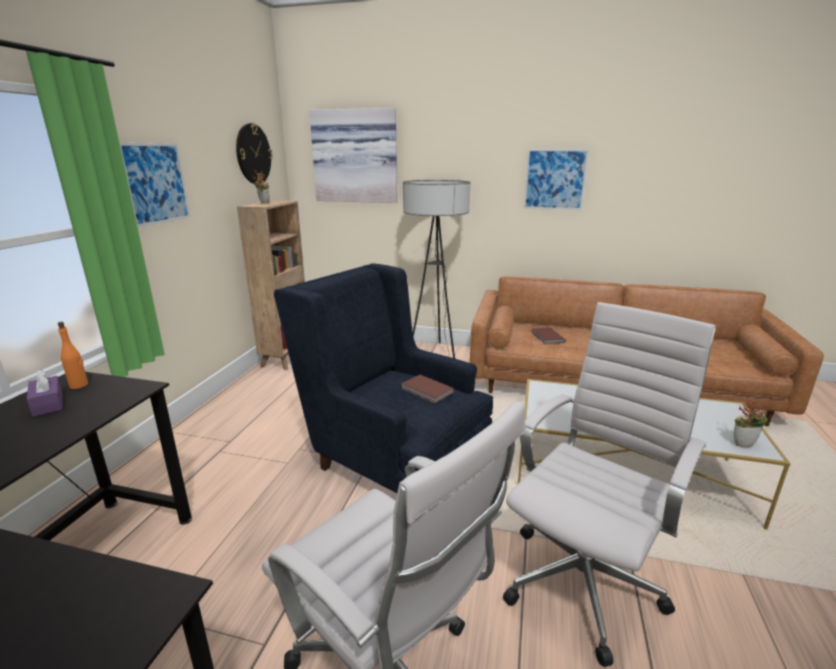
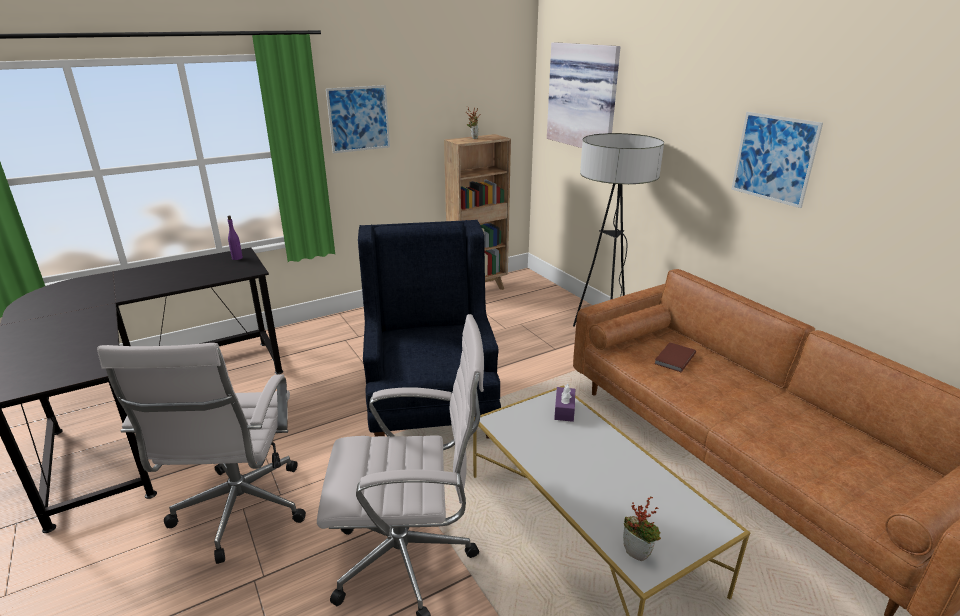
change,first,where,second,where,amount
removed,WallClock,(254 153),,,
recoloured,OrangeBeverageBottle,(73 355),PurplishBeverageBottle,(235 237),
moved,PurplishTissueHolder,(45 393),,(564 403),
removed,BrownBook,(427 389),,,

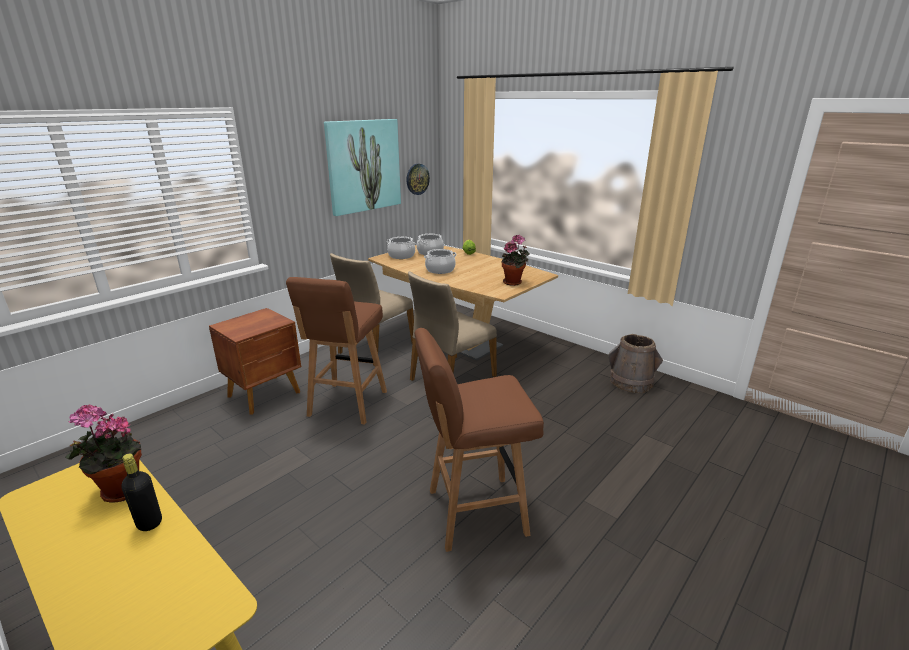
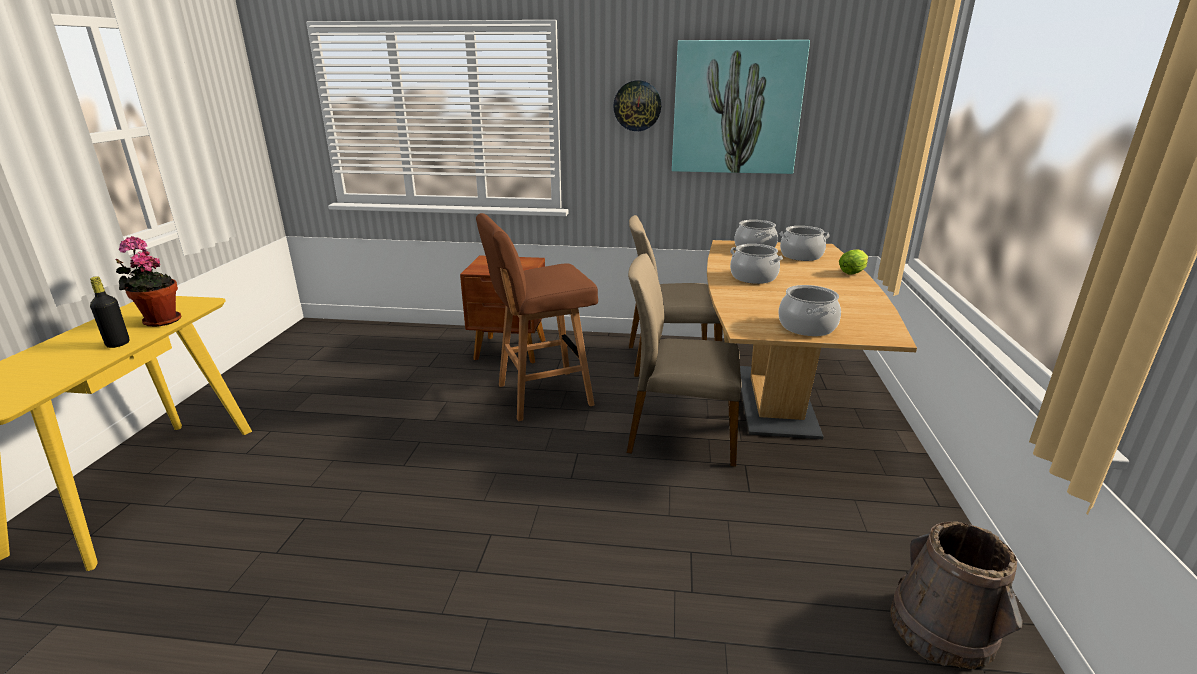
change,first,where,second,where,amount
moved,WallClock,(418 179),,(637 105),
replaced,Houseplant,(516 260),Stockpot,(809 310),
removed,BrownStool,(479 440),,,

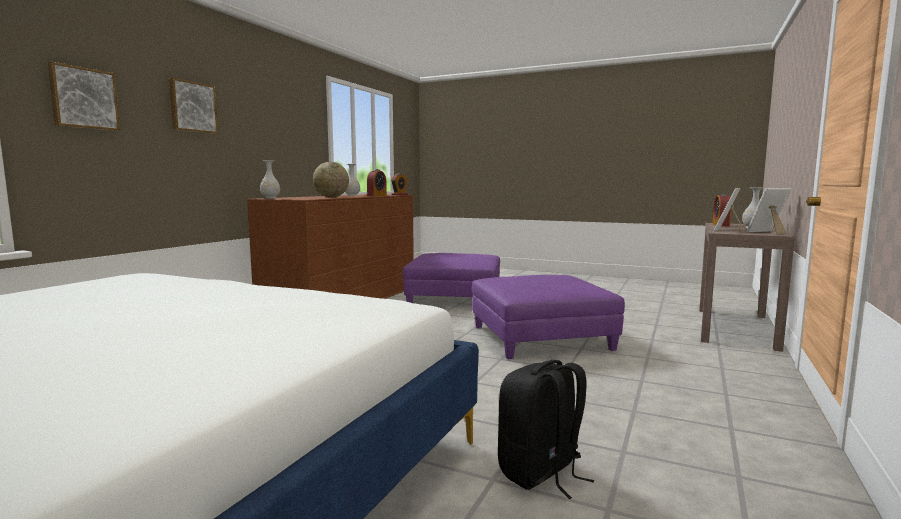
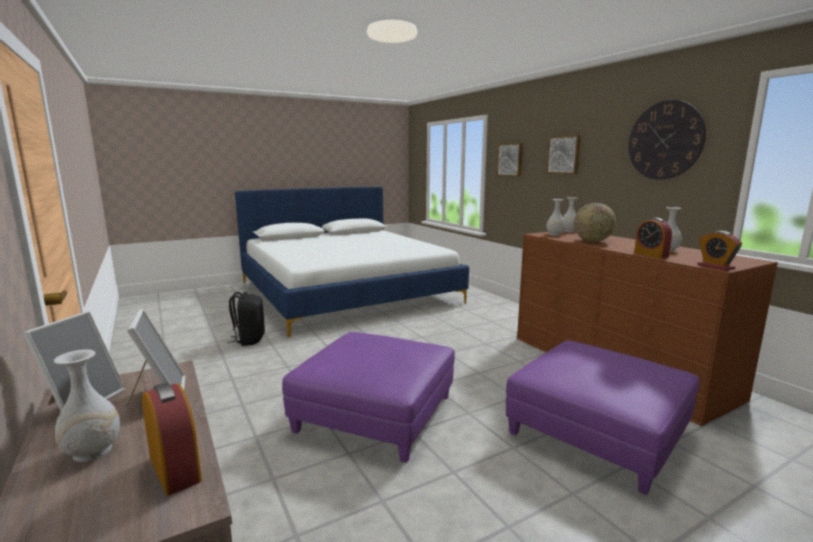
change,first,where,second,where,amount
added,,,WallClock,(667 140),
added,,,WhiteVase,(555 217),

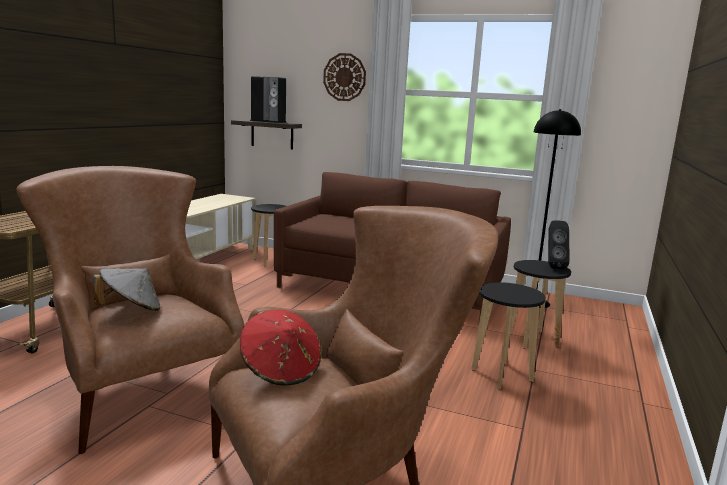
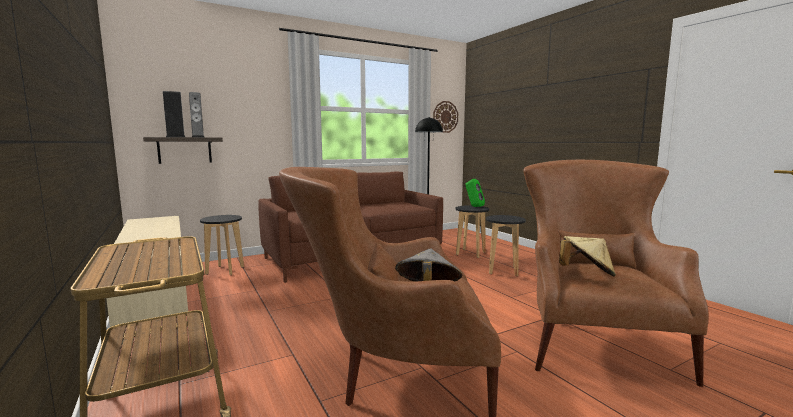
change,first,where,second,where,amount
moved,WallClock,(344 77),,(445 117),
recoloured,BlackishLoudspeaker,(559 245),GreenishLoudspeaker,(475 193),
recoloured,ReddishWearableHat,(280 347),BeigeColouredWearableHat,(587 256),

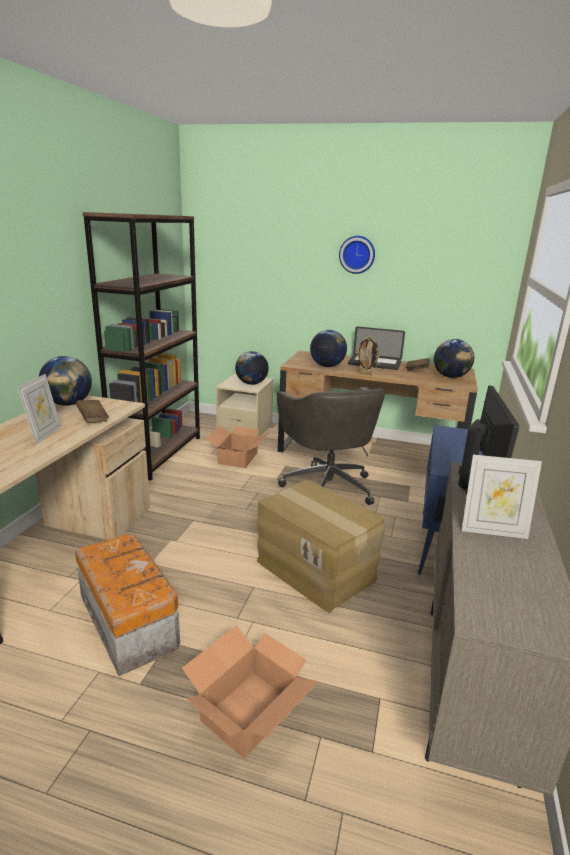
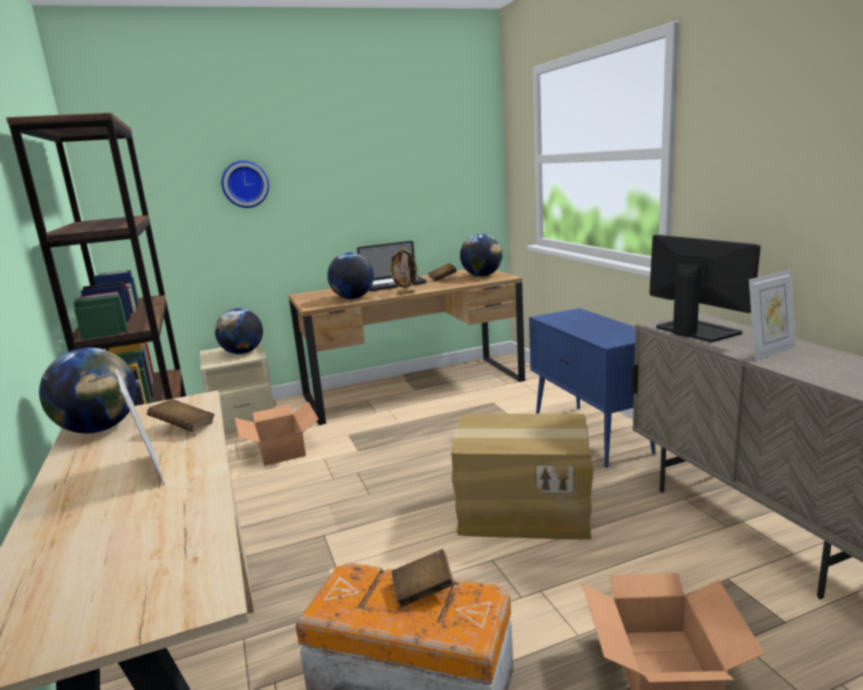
change,first,where,second,where,amount
moved,WallClock,(357 255),,(245 184),
removed,GreyishComputerChair,(331 446),,,
added,,,BrownBook,(422 578),

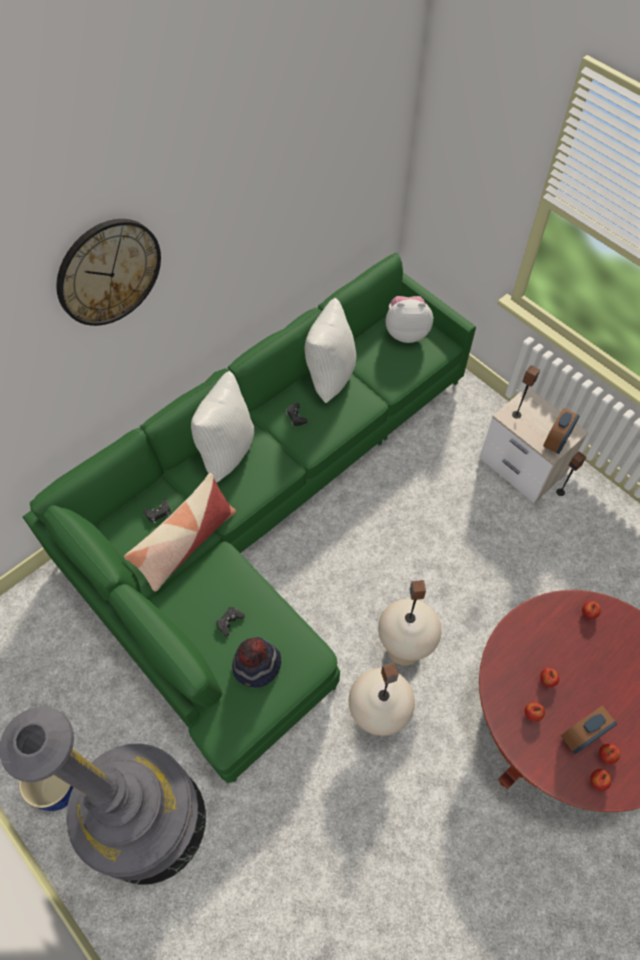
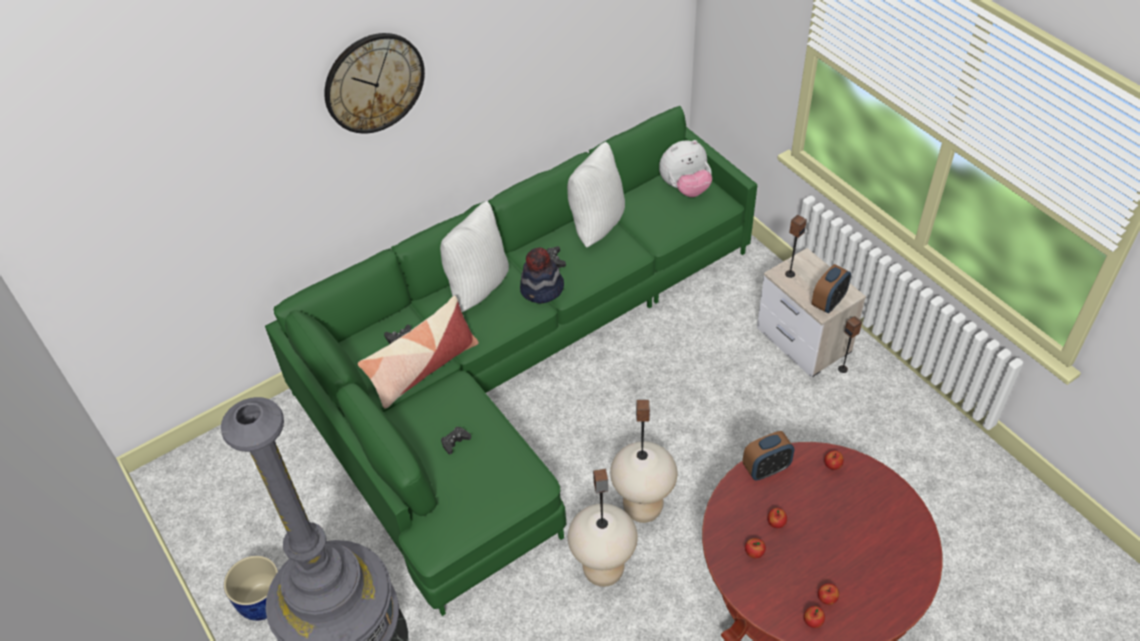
change,first,where,second,where,amount
turned,PlushToy,(409 319),,(685 168),150 degrees clockwise
moved,WearableHat,(256 662),,(542 275),
moved,TableClock,(589 729),,(768 455),

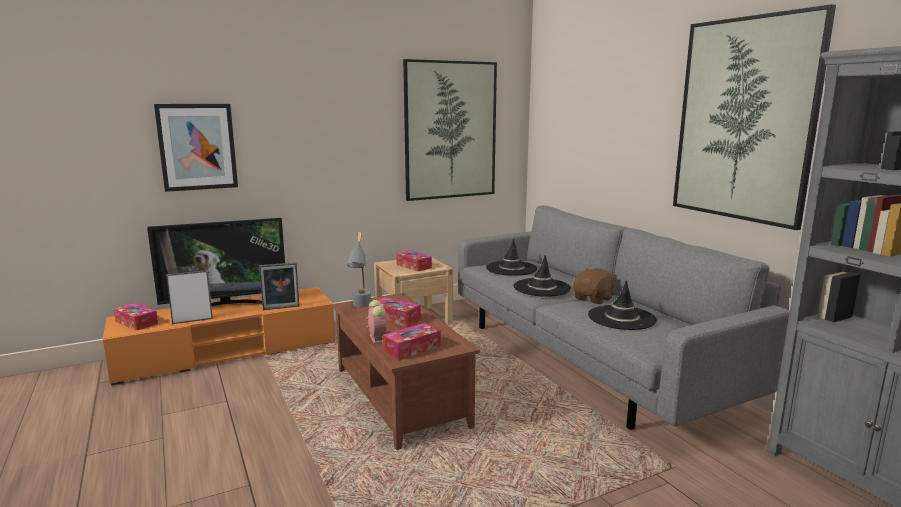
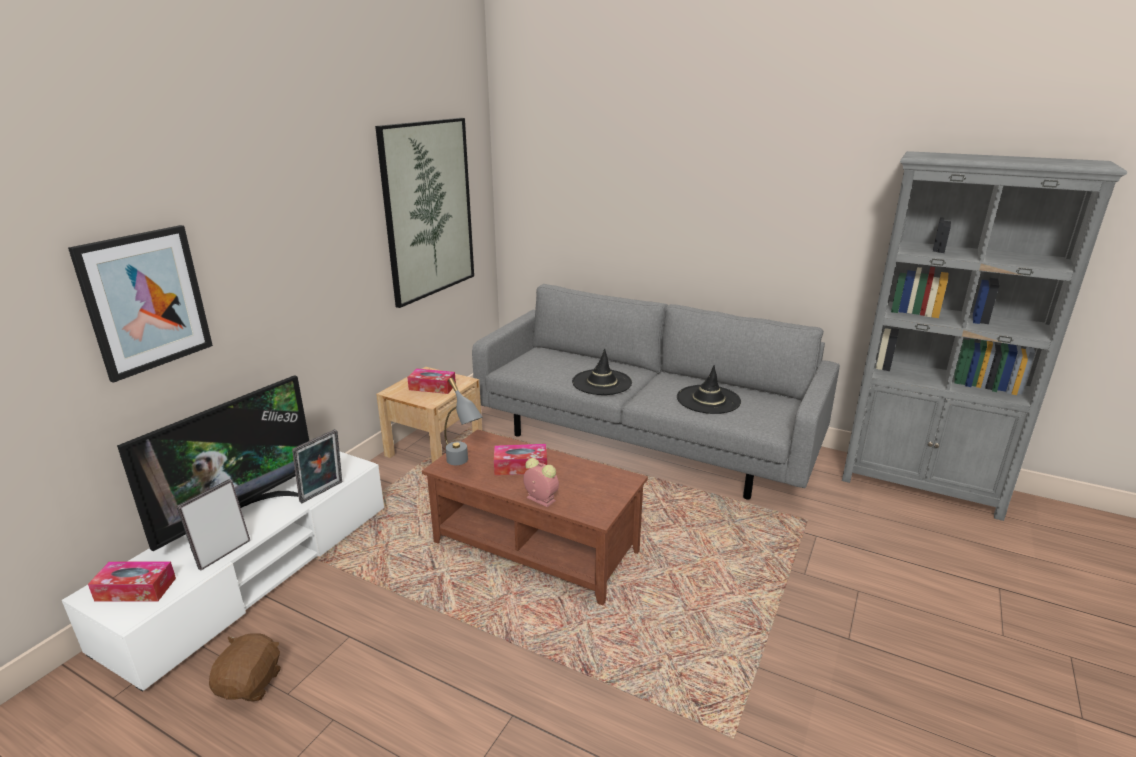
change,first,where,second,where,amount
removed,WallPicture,(754 117),,,
removed,BlackishWearableHat,(511 257),,,
moved,BrownPlushToy,(595 286),,(245 667),
recoloured,OrangeMediaConsole,(219 336),WhiteMediaConsole,(223 571),
removed,TissueHolder,(412 341),,,

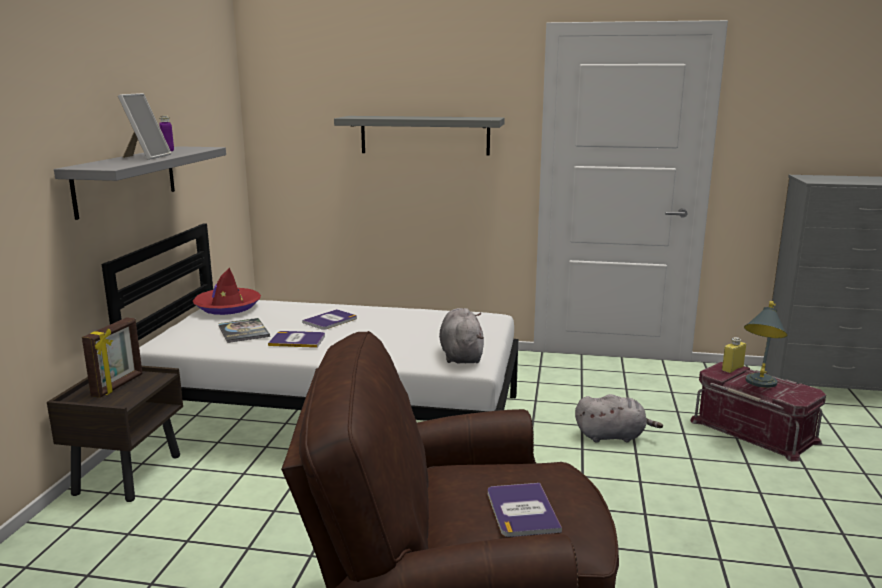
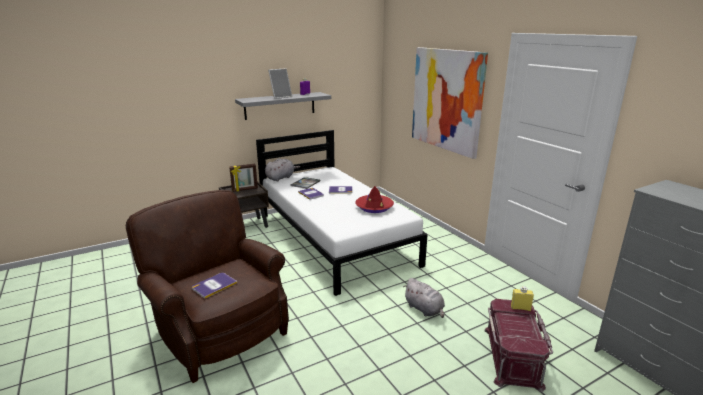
change,first,where,second,where,amount
replaced,GreyishShelf,(419 136),WallPicture,(450 103),
moved,ReddishWearableHat,(227 291),,(374 199),
removed,GreyishLampForATable,(765 344),,,
moved,GreyishPlushToy,(461 335),,(282 169),

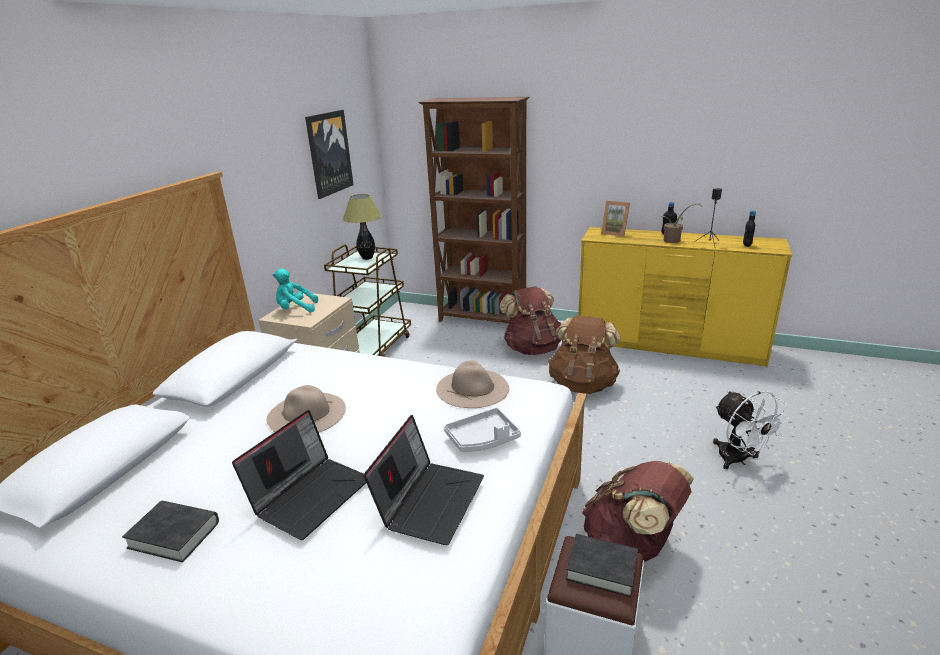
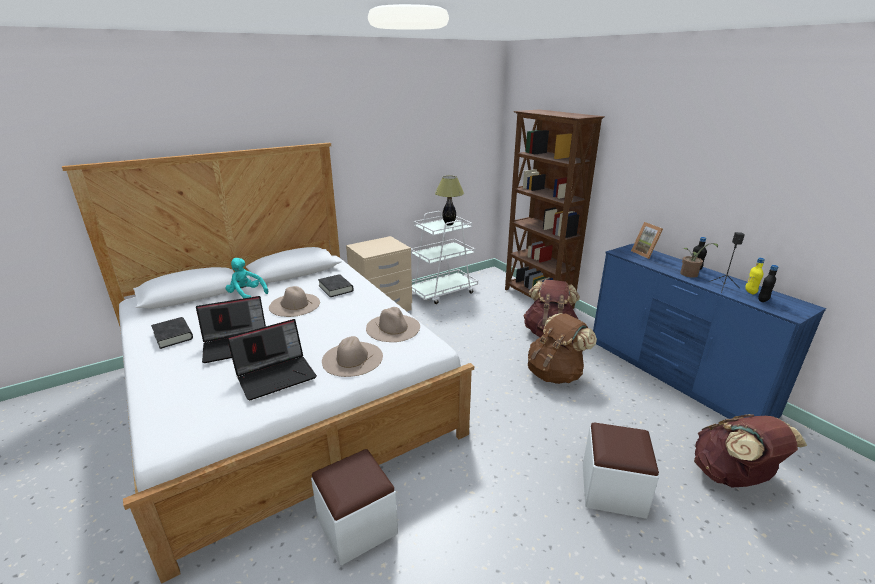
change,first,where,second,where,amount
removed,WallPicture,(329 154),,,
recoloured,YellowColouredDresser,(685 297),BlueColouredDresser,(709 331),
recoloured,BrownTrolley,(367 300),WhiteTrolley,(444 257),
moved,BlueGreenPlushToy,(295 291),,(246 278),
replaced,WhiteFan,(751 430),WhiteFootrest,(621 470),
replaced,GreyishServingTray,(482 430),BeigeColouredWearableHat,(352 356),
moved,BrownKnapsack,(638 511),,(750 450),
moved,BlackishBook,(602 565),,(336 285),
added,,,YellowColouredBeverageBottle,(755 276),

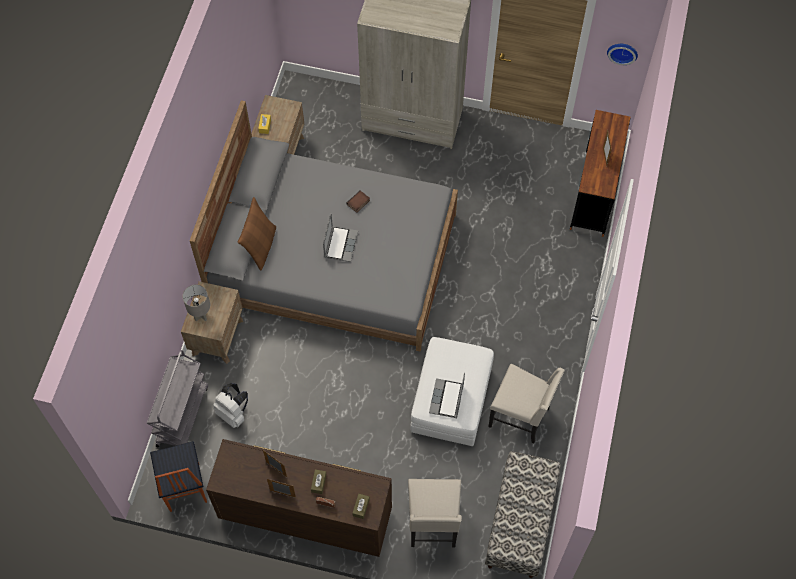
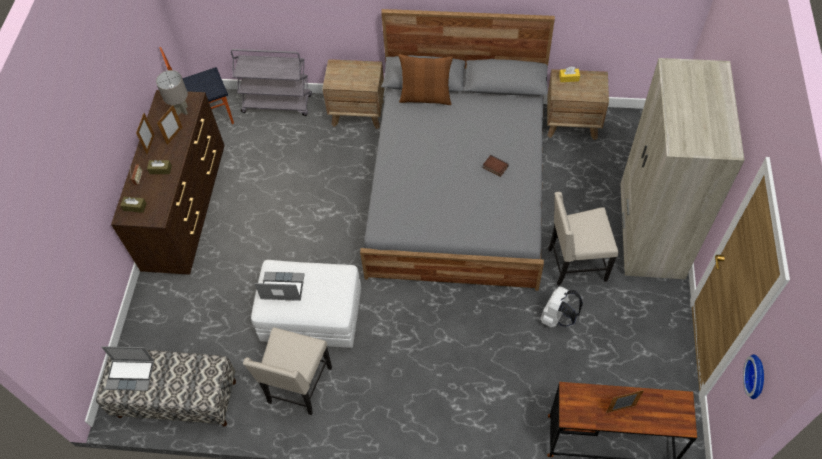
change,first,where,second,where,amount
moved,Laptop,(340 237),,(128 368),
moved,GreyishLampForATable,(196 303),,(172 92),
moved,WhiteKnapsack,(230 405),,(561 307),
moved,BeigeColouredChair,(435 513),,(583 239),

